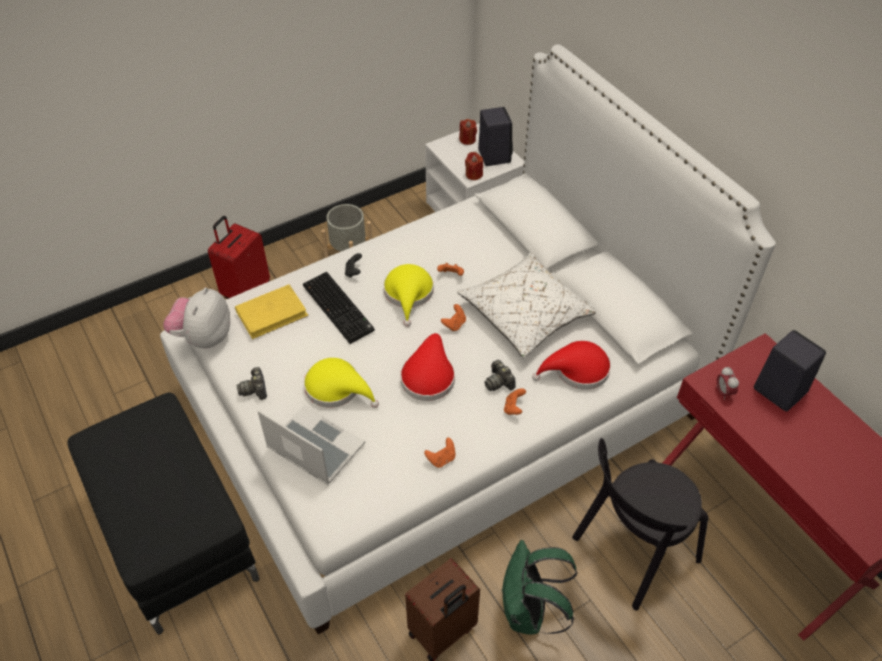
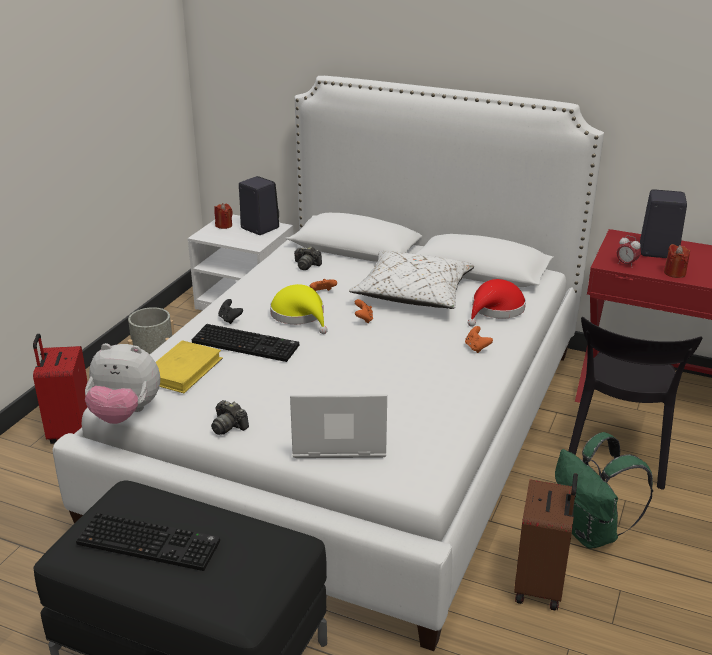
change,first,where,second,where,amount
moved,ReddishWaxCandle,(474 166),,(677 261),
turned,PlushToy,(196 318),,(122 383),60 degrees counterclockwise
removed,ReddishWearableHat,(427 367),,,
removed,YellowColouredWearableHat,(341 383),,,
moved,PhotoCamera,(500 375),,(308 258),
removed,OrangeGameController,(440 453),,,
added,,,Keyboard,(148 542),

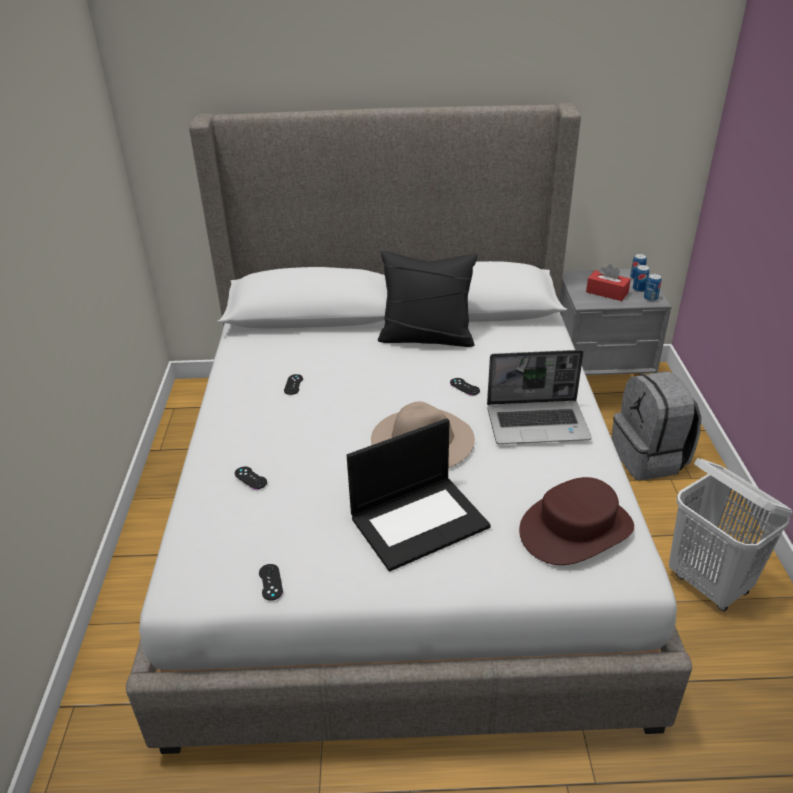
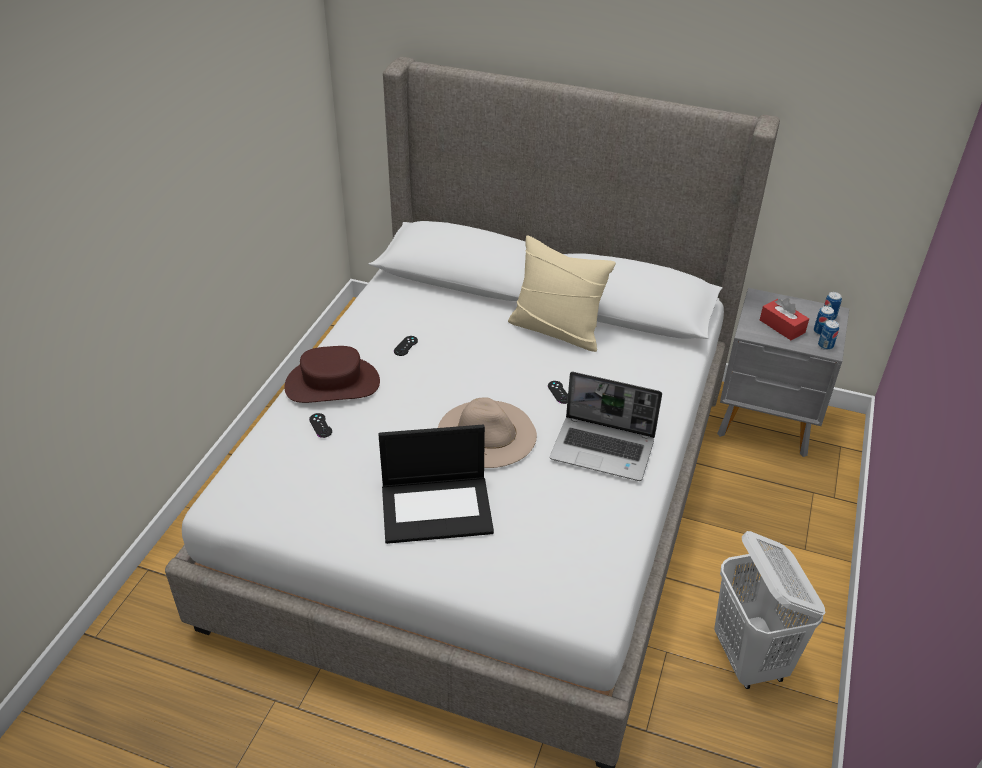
change,first,where,second,where,amount
recoloured,BlackishPillow,(427 299),BeigeColouredPillow,(562 294),
removed,GreyishKnapsack,(657 425),,,
moved,BrownWearableHat,(576 521),,(332 374),
removed,BlackishGameController,(271 582),,,

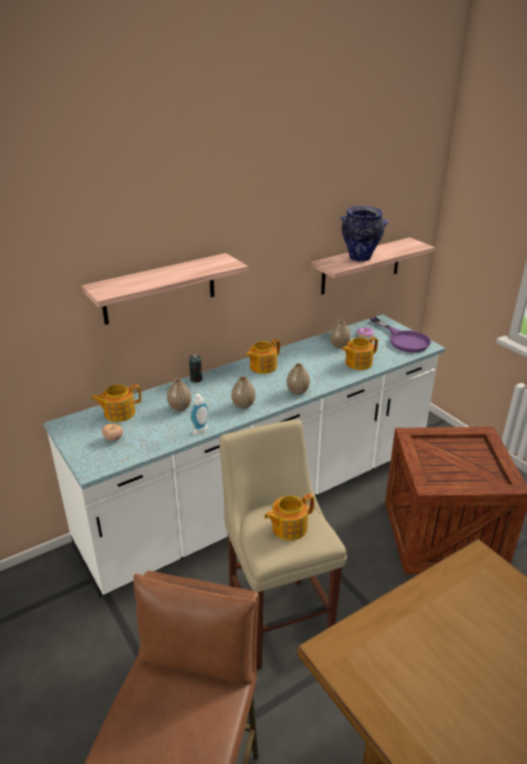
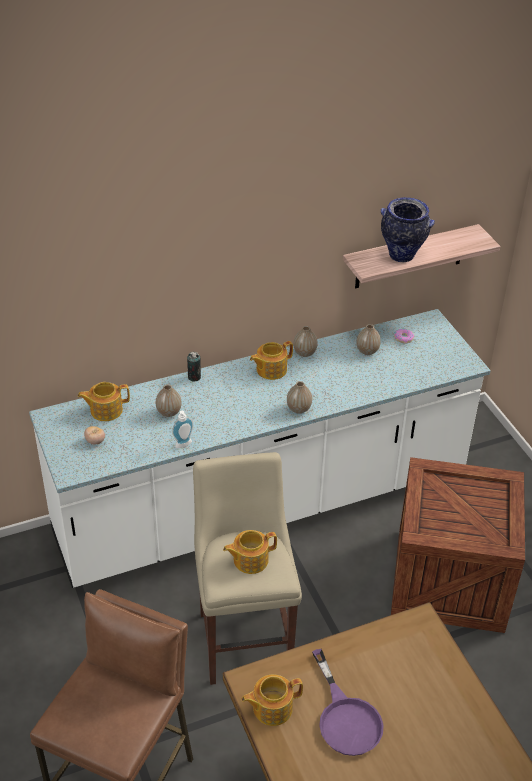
change,first,where,second,where,amount
removed,Shelf,(164 289),,,
moved,PurplishPan,(400 335),,(348 702),
moved,PotForTea,(360 353),,(272 700),
moved,Vase,(243 392),,(305 341),

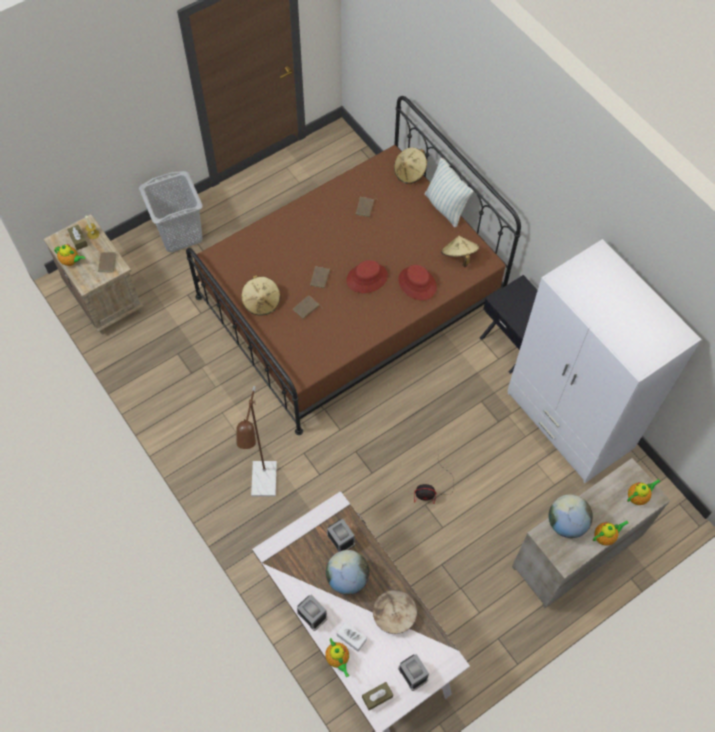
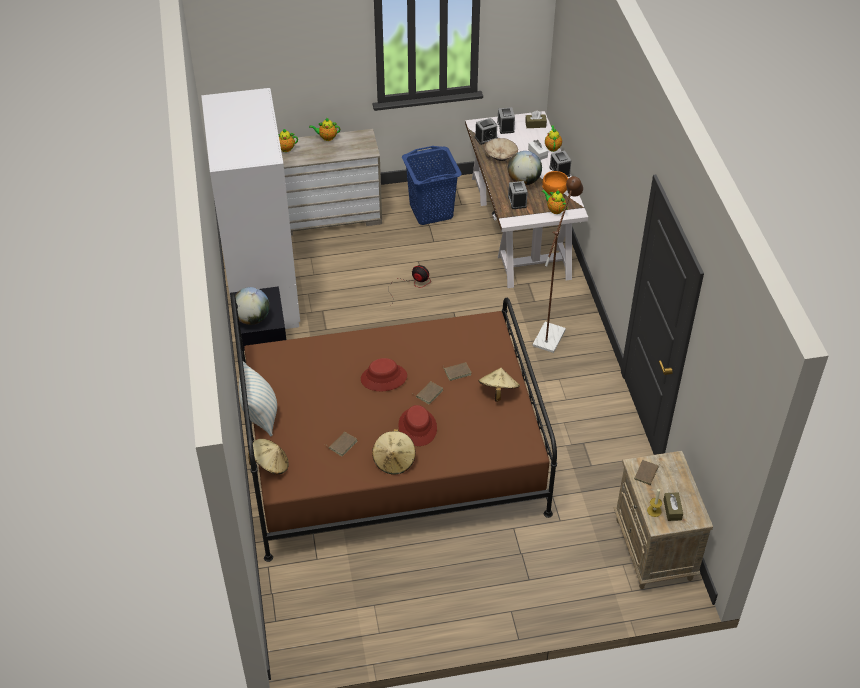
change,first,where,second,where,amount
removed,GreyishLaundryBasket,(171 212),,,
moved,BeigeColouredWearableHat,(460 251),,(393 451),
moved,PotForTea,(69 255),,(554 202),
moved,ReddishWearableHat,(418 282),,(417 425),
moved,Globe,(571 516),,(252 306),
added,,,TableClock,(486 131),
added,,,BlueColouredLaundryBasket,(432 185),
added,,,OrangeDeepDish,(555 183),

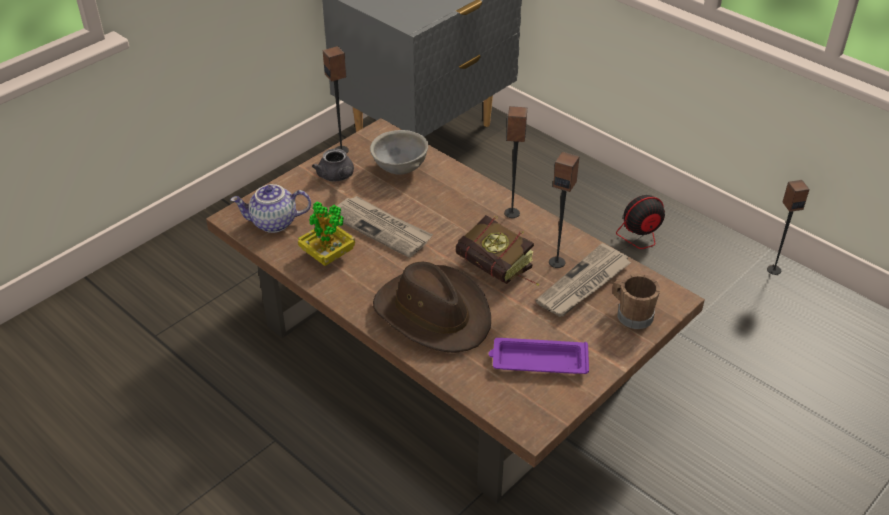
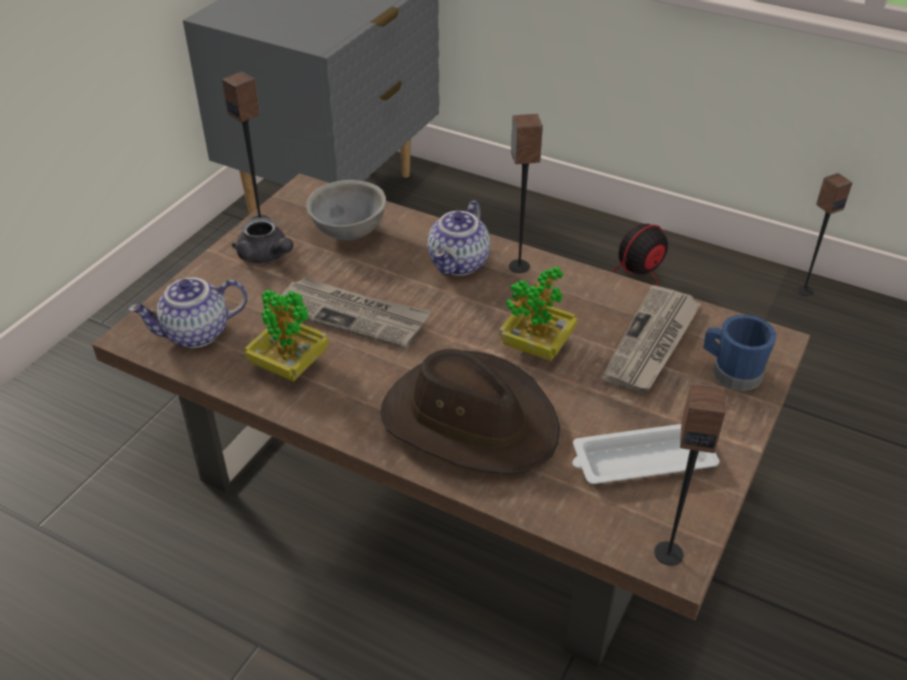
change,first,where,second,where,amount
moved,Loudspeaker,(564 210),,(689 474),
replaced,Book,(497 250),Houseplant,(538 313),
recoloured,BrownTeaMug,(636 301),BlueColouredTeaMug,(740 353),
recoloured,PurplishServingTray,(539 356),WhiteServingTray,(646 454),
added,,,PotForTea,(458 238),

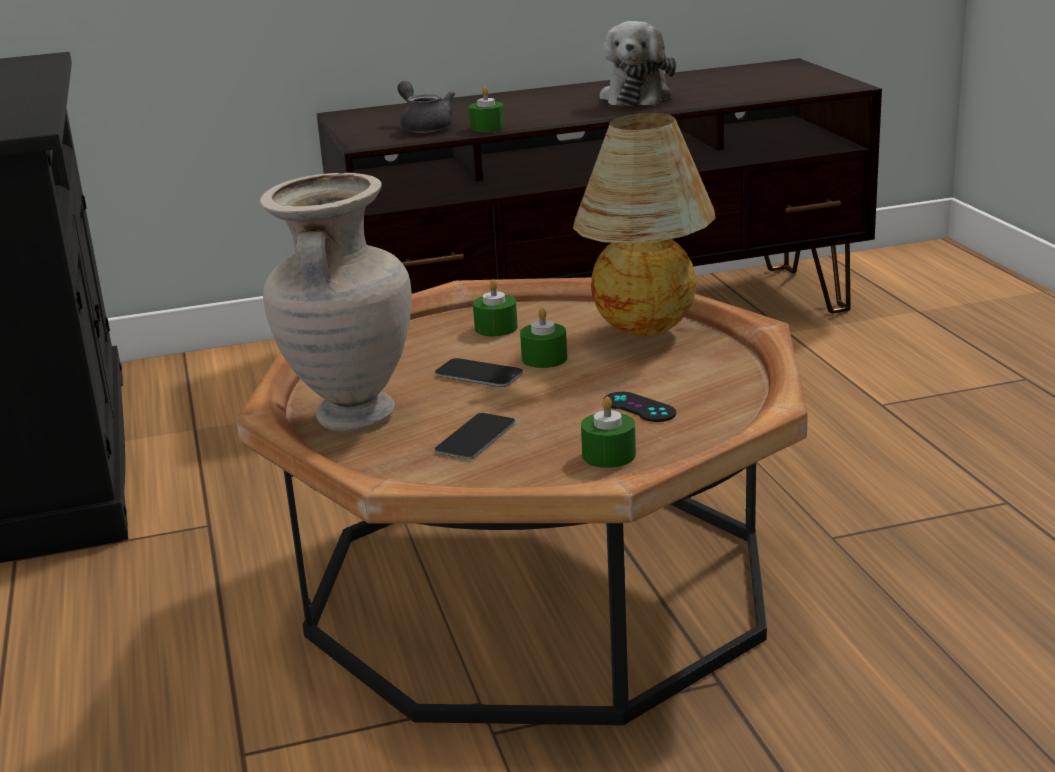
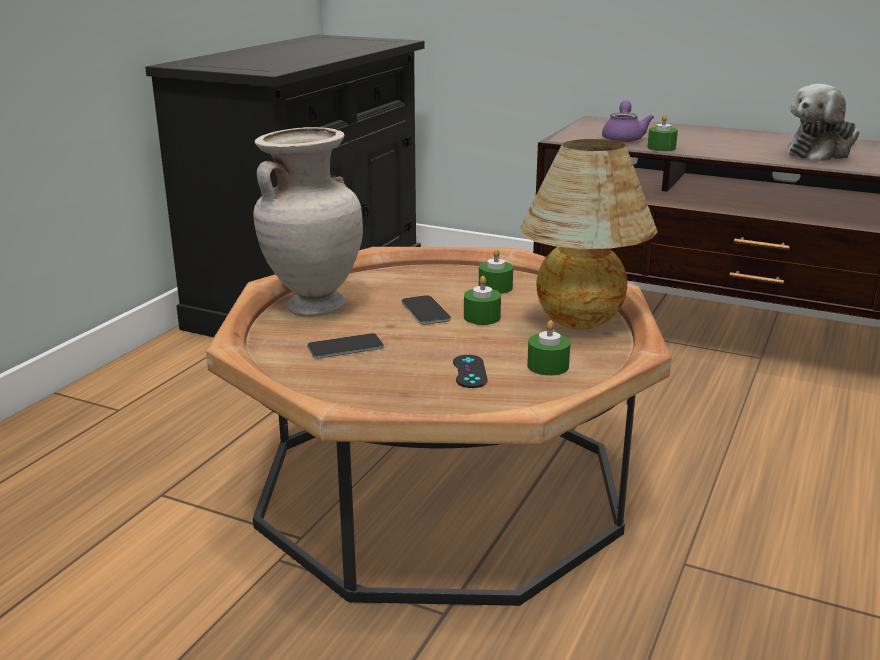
change,first,where,second,where,amount
recoloured,GreyishPotForTea,(426 107),PurplishPotForTea,(628 121),
moved,GreenishWaxCandle,(608 432),,(549 348),

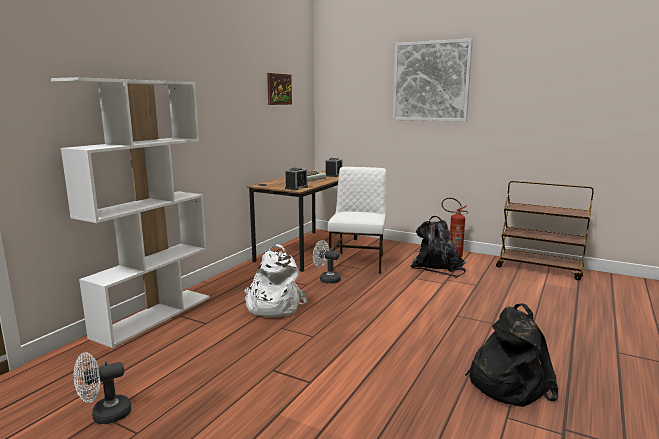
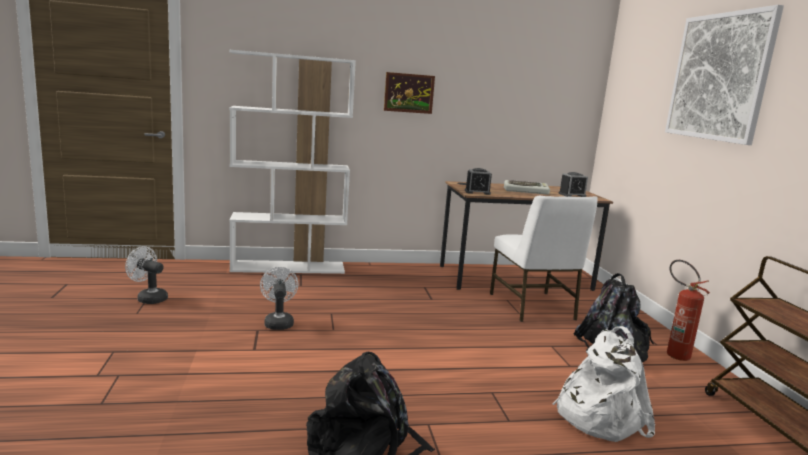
change,first,where,second,where,amount
moved,WallPicture,(279 89),,(409 93),
turned,WhiteChair,(357 220),,(544 259),105 degrees clockwise
moved,WhiteFan,(327 262),,(279 298),
moved,WhiteKnapsack,(275 280),,(603 384),

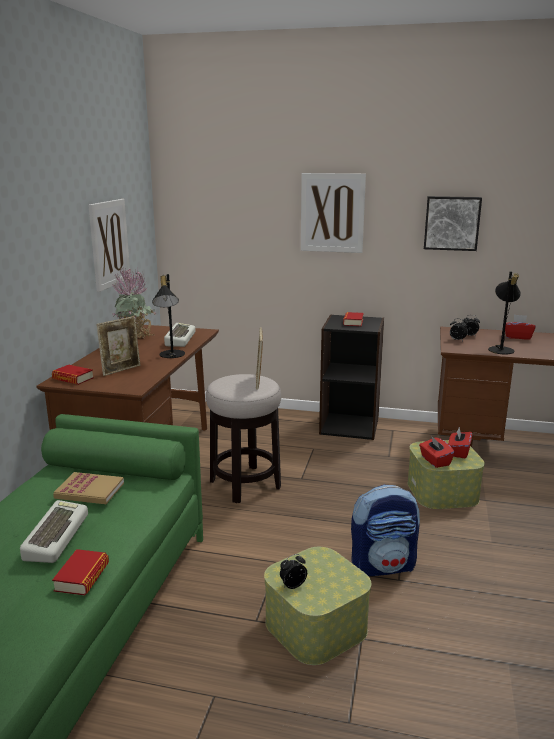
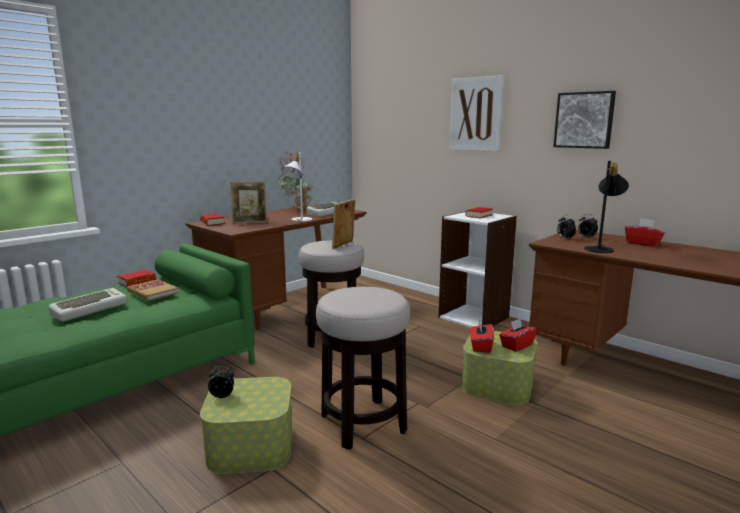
change,first,where,second,where,amount
removed,WallPicture,(109 245),,,
recoloured,BlackishLampForATable,(168 316),WhiteLampForATable,(297 186),
recoloured,BlackishShelvingUnit,(351 377),WhiteShelvingUnit,(478 269),
replaced,Knapsack,(385 530),Stool,(363 368),
moved,Book,(80 572),,(136 278),

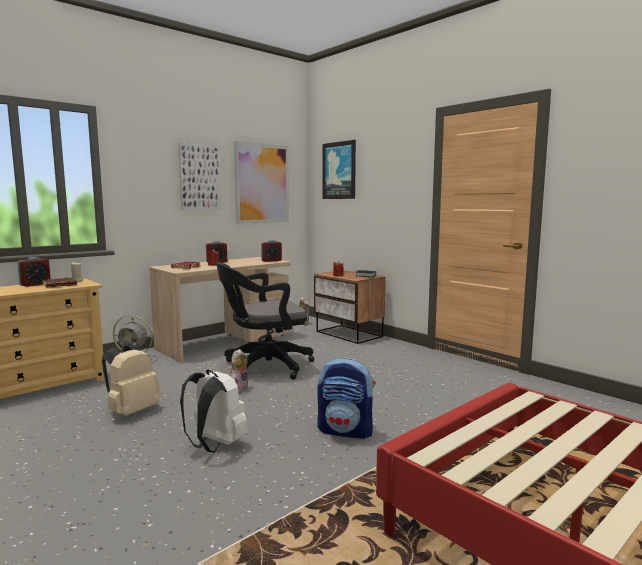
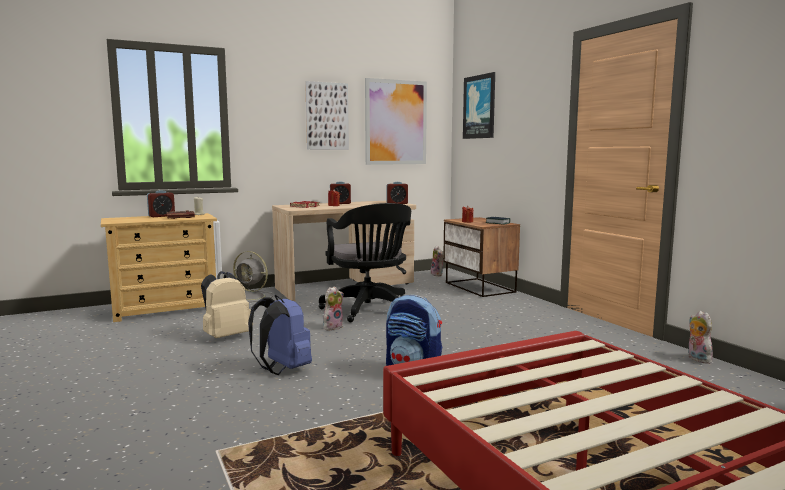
change,first,where,second,where,amount
turned,BlackishComputerChair,(265 320),,(365 262),105 degrees counterclockwise
recoloured,WhiteKnapsack,(214 411),BlueColouredKnapsack,(280 335),
added,,,PlushToy,(701 337),

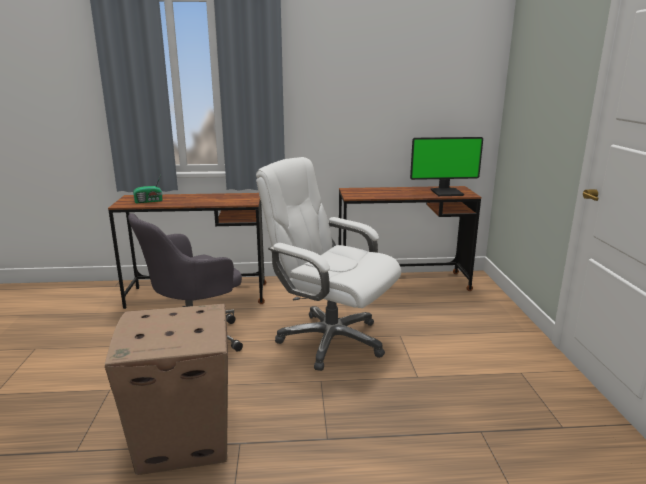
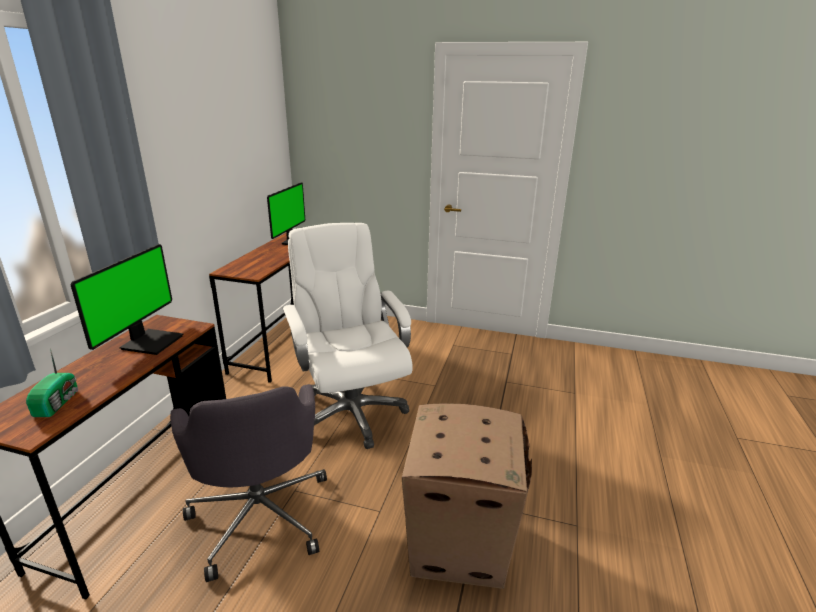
change,first,where,second,where,amount
turned,WhiteComputerChair,(328 264),,(348 336),105 degrees clockwise
added,,,Monitor,(127 299),

